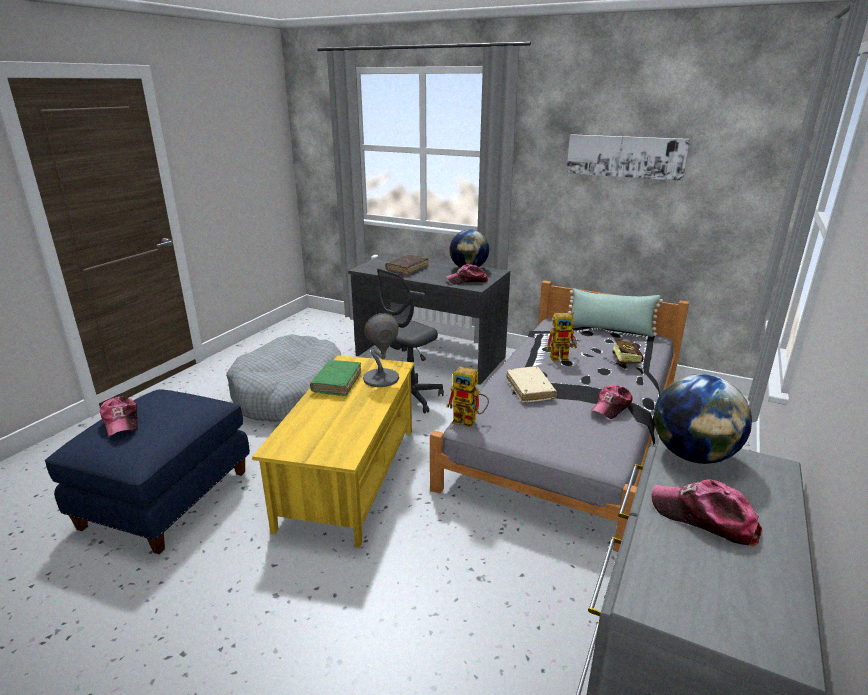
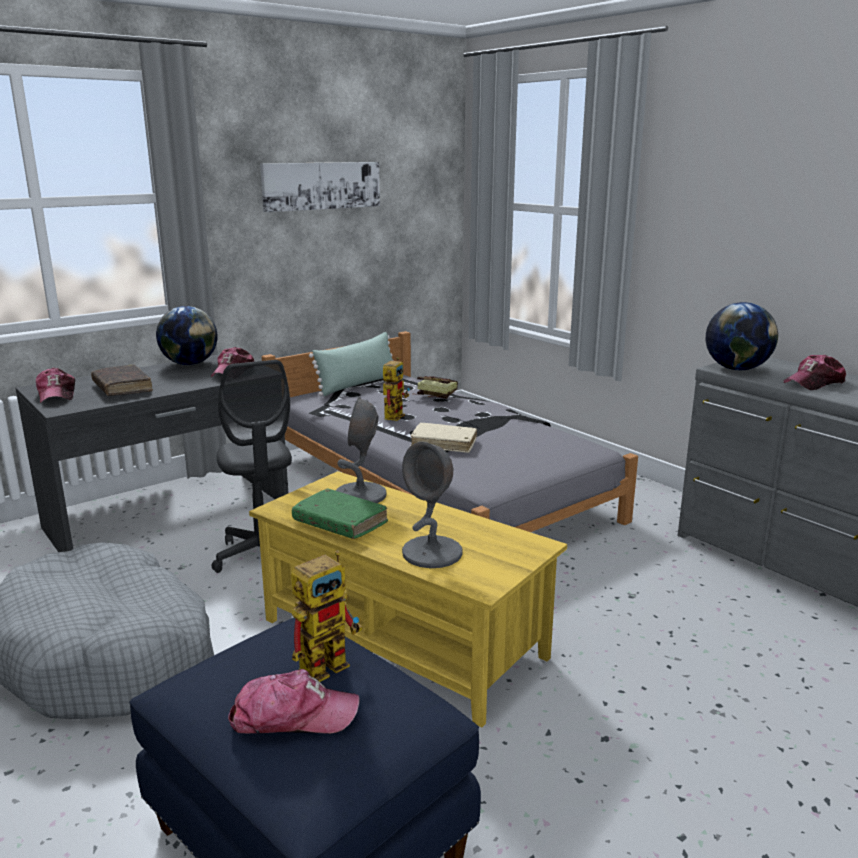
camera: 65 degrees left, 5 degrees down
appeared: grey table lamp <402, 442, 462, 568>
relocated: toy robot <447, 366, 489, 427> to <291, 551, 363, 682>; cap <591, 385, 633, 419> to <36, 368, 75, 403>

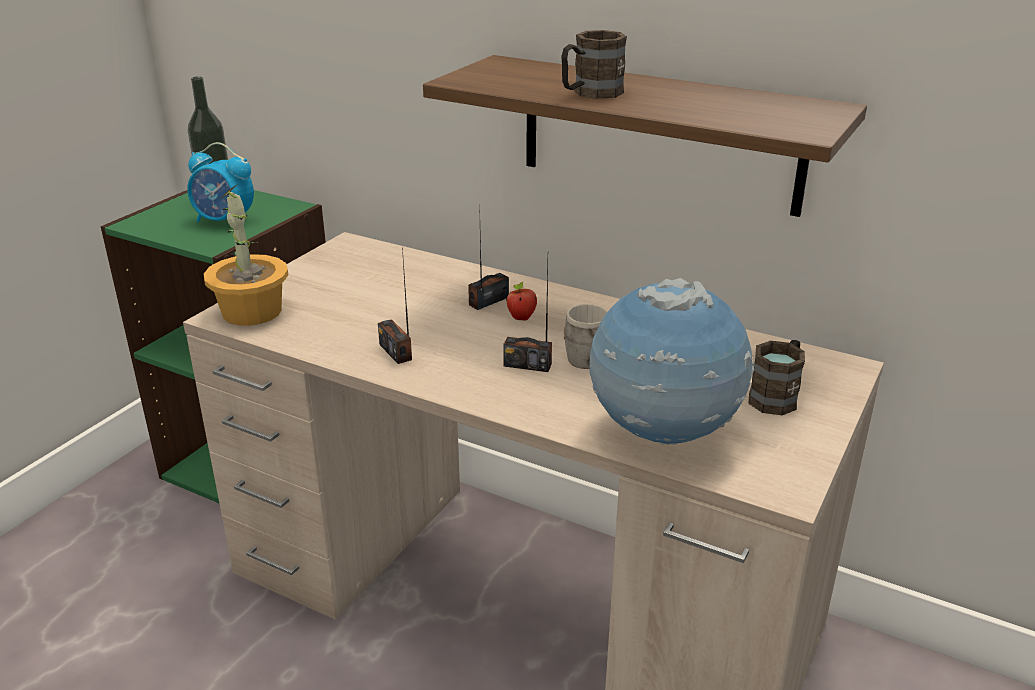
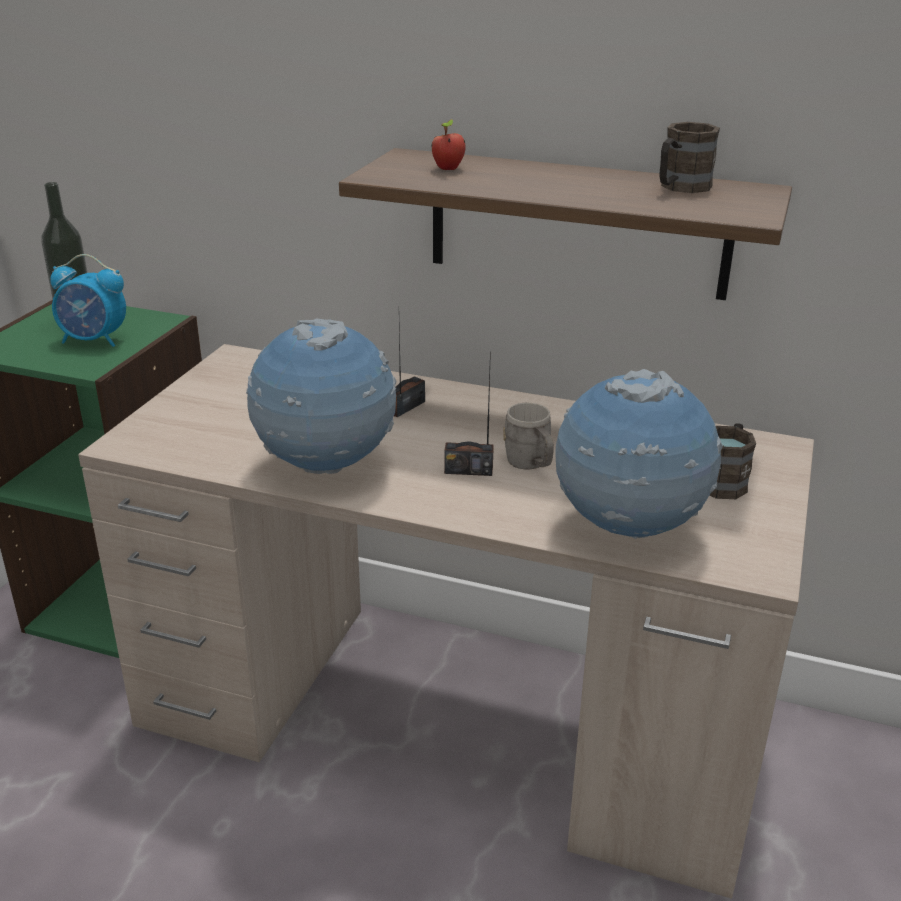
camera: 10 degrees left, 0 degrees up
missing: potted plant <204, 185, 288, 326>
relocated: brown mug <561, 30, 627, 99> to <659, 122, 720, 193>; apple <506, 282, 537, 321> to <431, 119, 465, 170>
exchanged: radio <378, 246, 412, 364> to globe <246, 318, 396, 474>

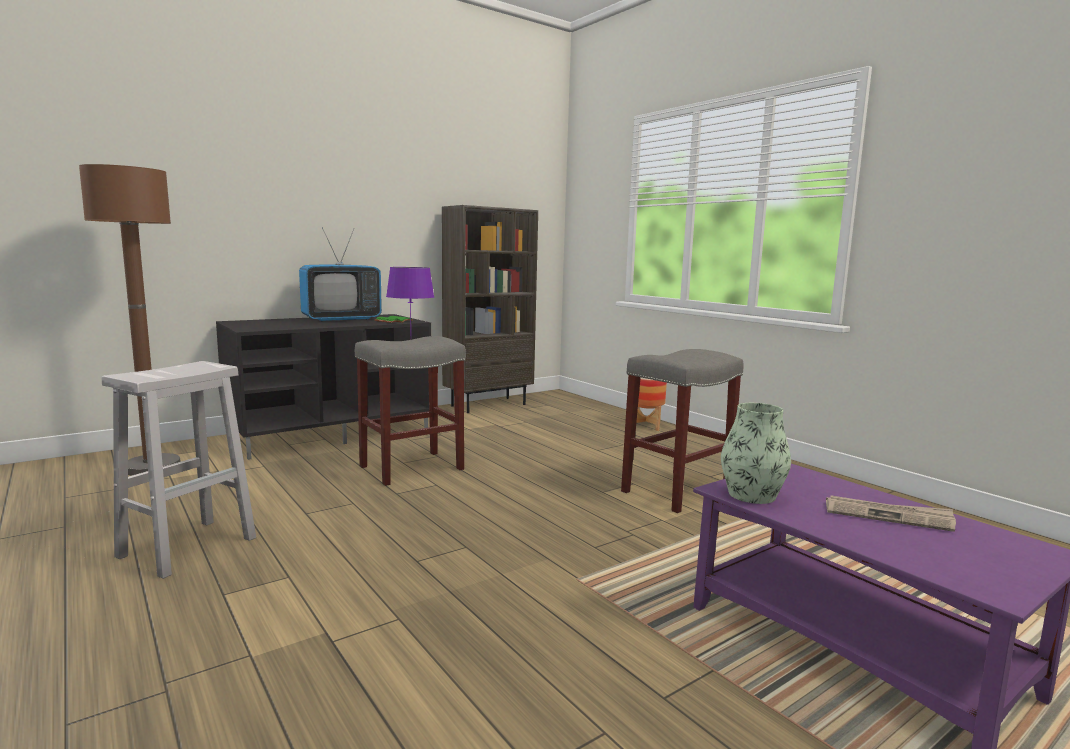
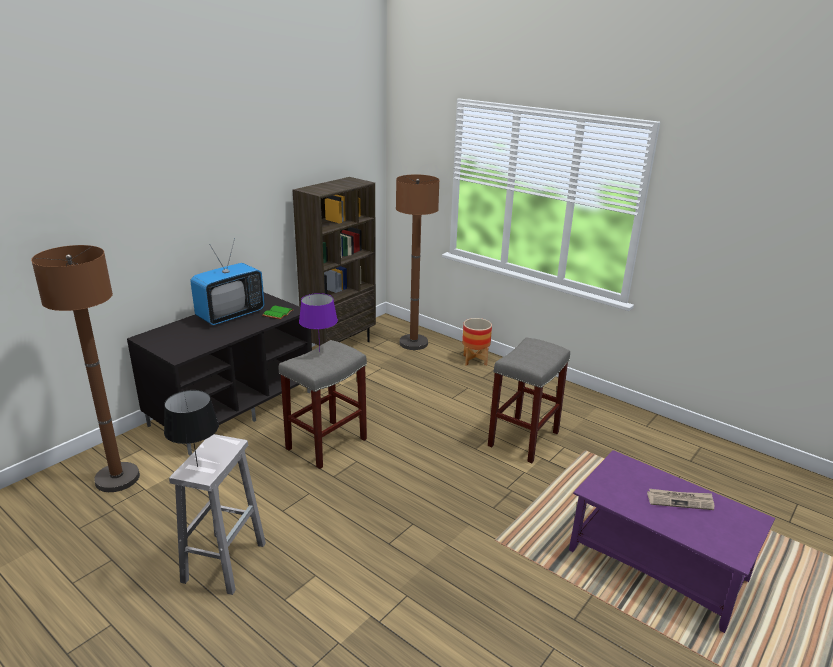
camera: 15 degrees left, 15 degrees up
missing: vase <721, 403, 791, 504>
appeared: brown floor lamp <396, 175, 439, 350>; black table lamp <164, 390, 219, 467>

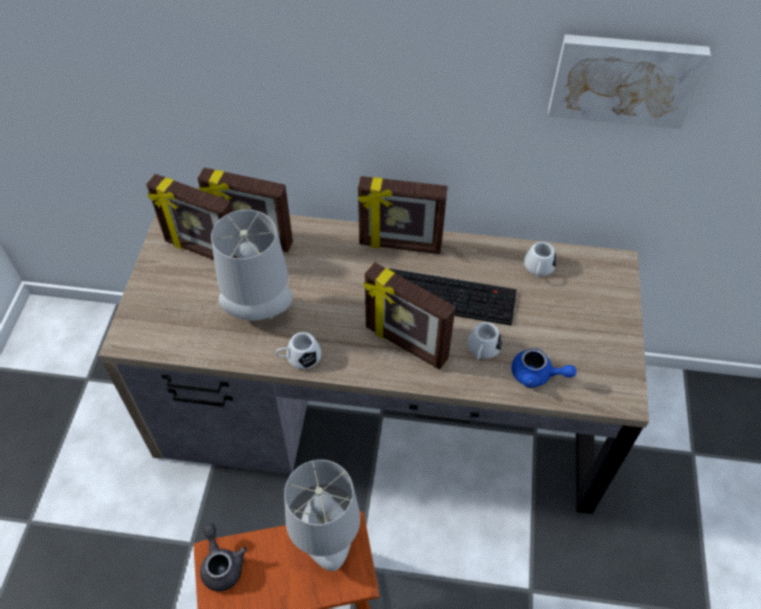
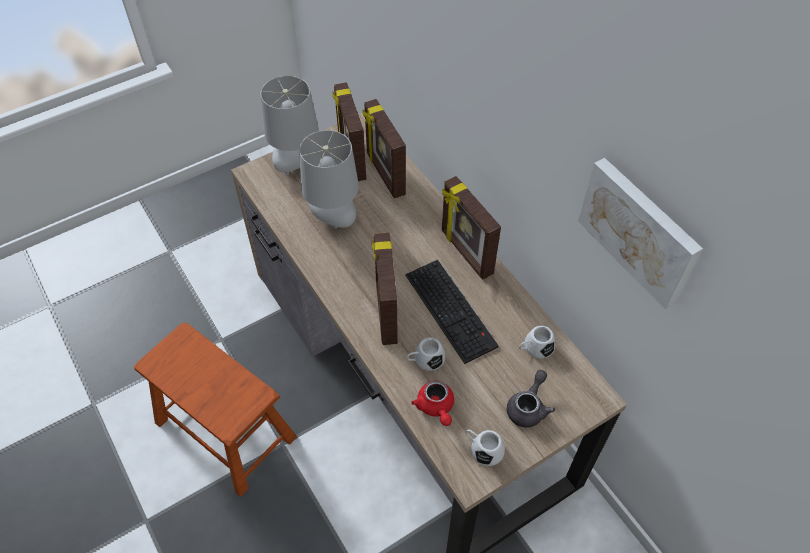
camera: 50 degrees right, 0 degrees up
relocated: white mug <276, 332, 321, 369> to <466, 429, 505, 466>; grey table lamp <284, 460, 360, 571> to <260, 76, 319, 176>; grey teapot <200, 523, 247, 591> to <507, 370, 555, 428>
colour: blue teapot <511, 348, 576, 388> to red teapot <411, 380, 454, 426>

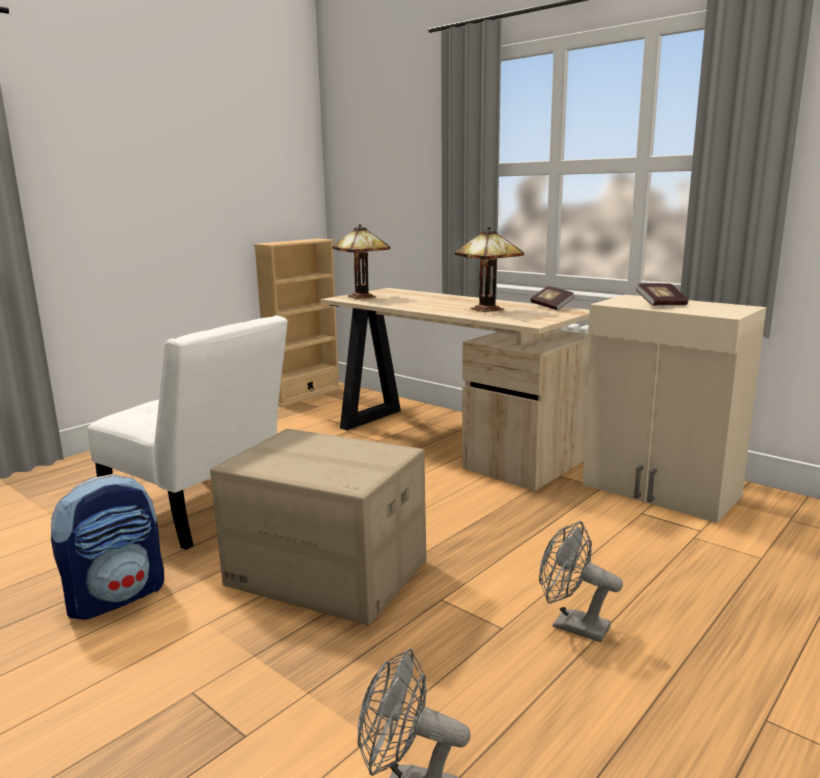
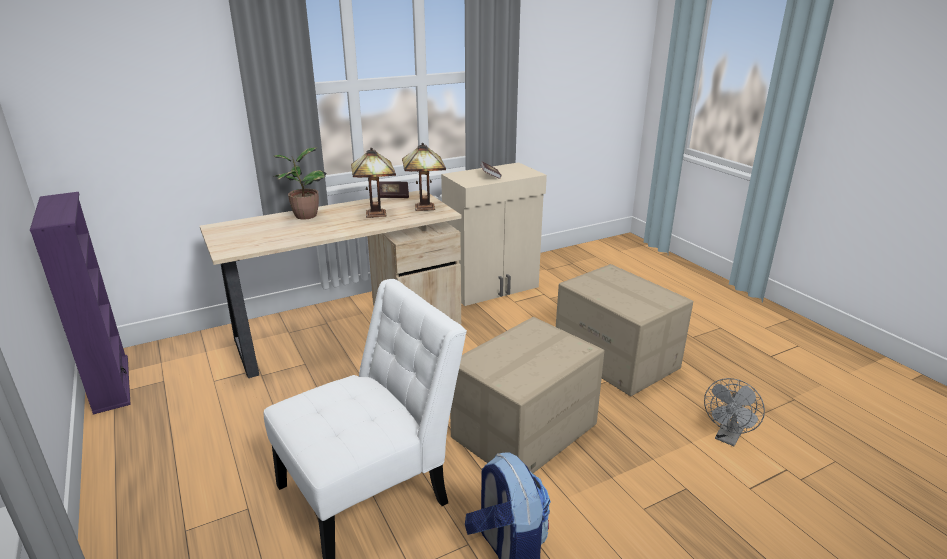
camera: 70 degrees left, 10 degrees up
appeared: potted plant <274, 147, 326, 219>
relocated: table lamp <332, 224, 390, 299> to <402, 143, 446, 211>
exchanged: grey fan <539, 521, 623, 642> to cardboard box <556, 264, 693, 396>
colour: beige bookcase <253, 239, 341, 407> to purple bookcase <30, 192, 131, 414>

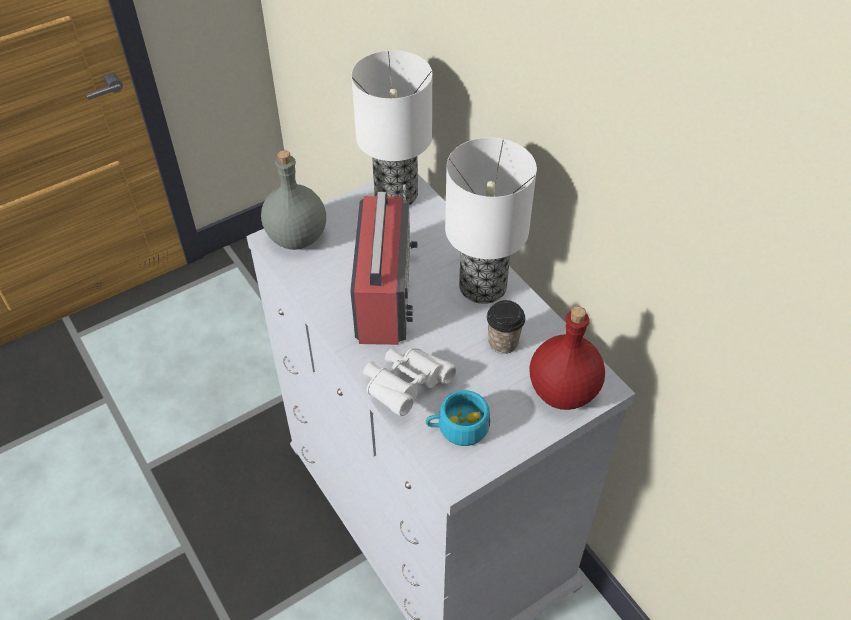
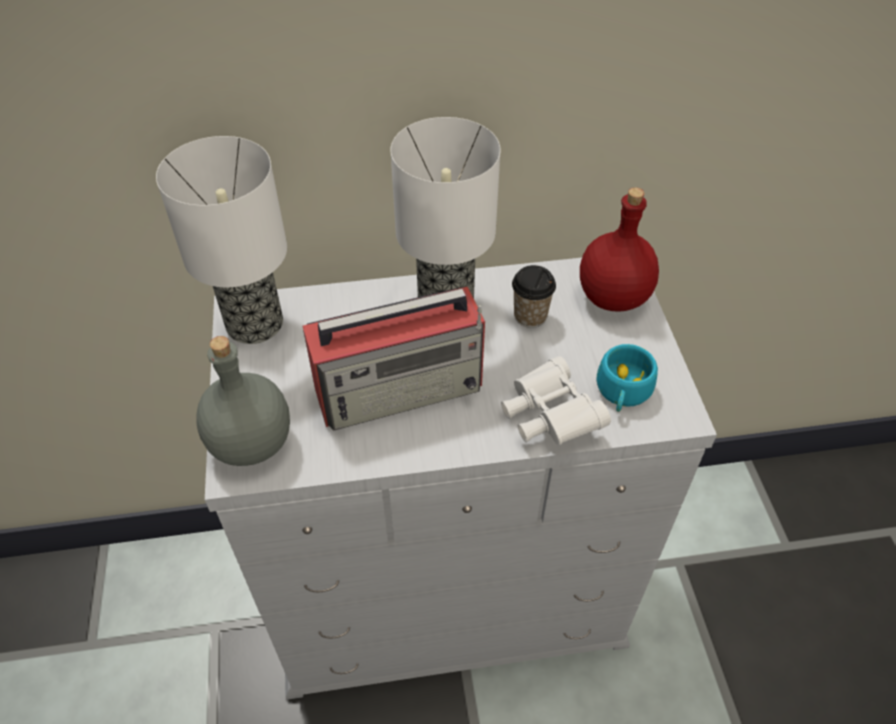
camera: 65 degrees left, 0 degrees up
spun: radio <350, 184, 417, 345> = <303, 287, 485, 430> 135 degrees clockwise

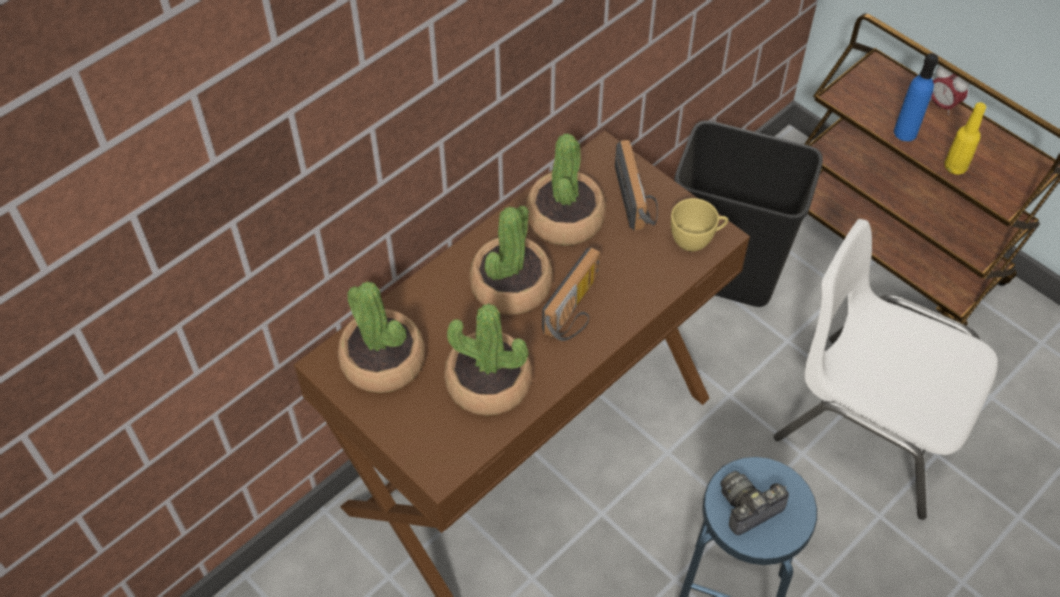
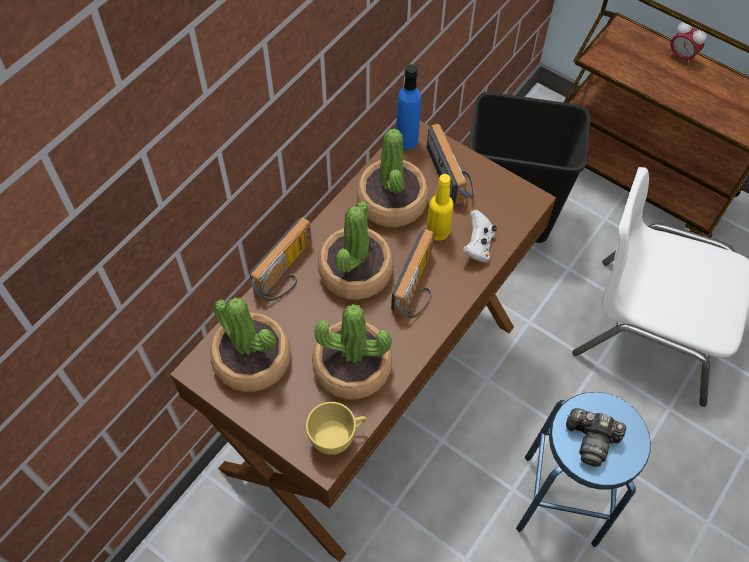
camera: 10 degrees left, 5 degrees up
appeared: white game controller <462, 210, 497, 263>; radio <250, 217, 312, 301>
relocated: blue bottle <894, 53, 938, 141> to <396, 64, 421, 150>; yellow bottle <944, 102, 986, 175> to <426, 174, 454, 241>; yellow cup <671, 198, 728, 252> to <306, 402, 367, 455>
spun: photo camera <720, 471, 789, 535> = <566, 408, 626, 467> 120 degrees counterclockwise

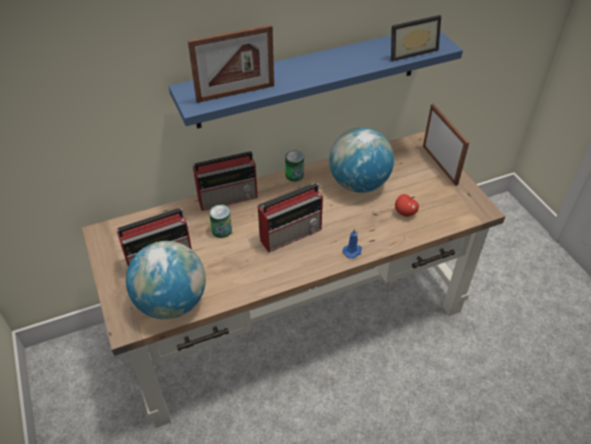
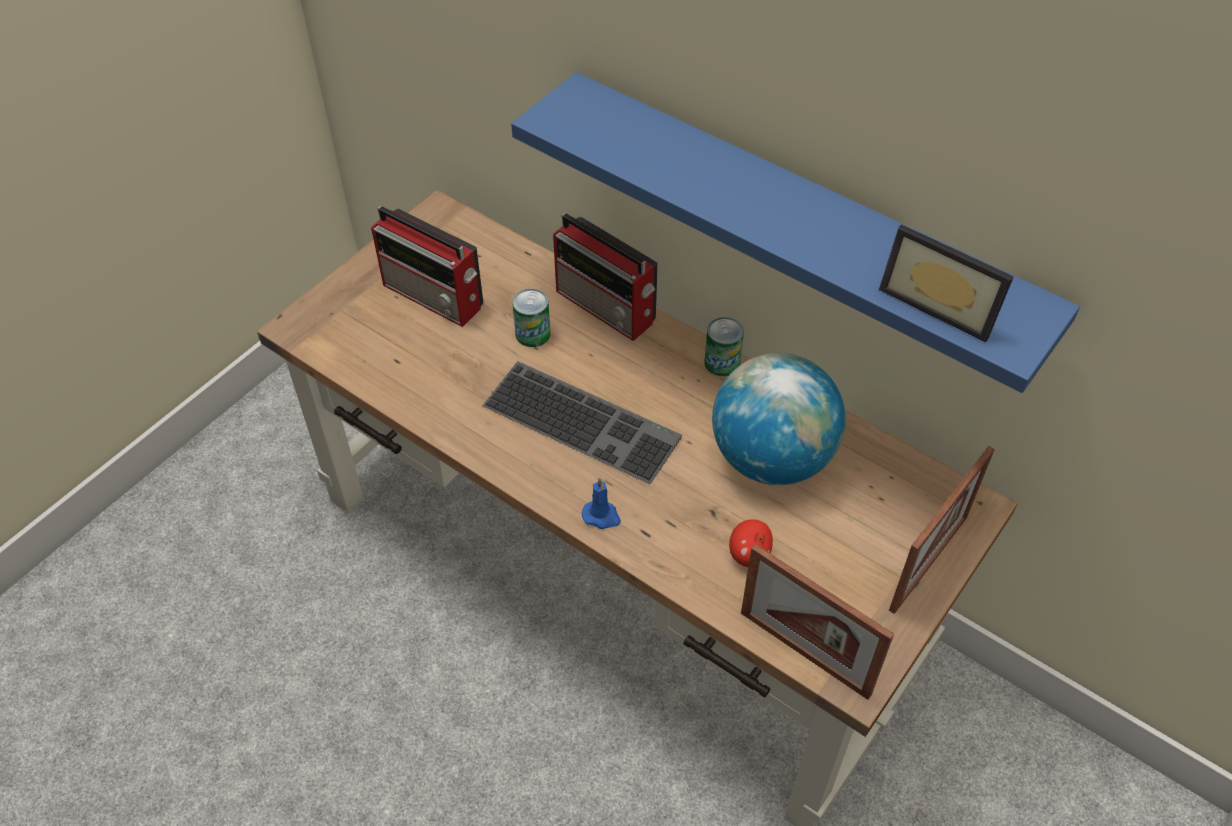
camera: 60 degrees right, 5 degrees up
missing: globe <126, 241, 206, 319>
relocated: picture frame <188, 25, 274, 103> to <741, 544, 894, 700>
exchanged: radio <258, 183, 323, 252> to keyboard <482, 361, 682, 484>

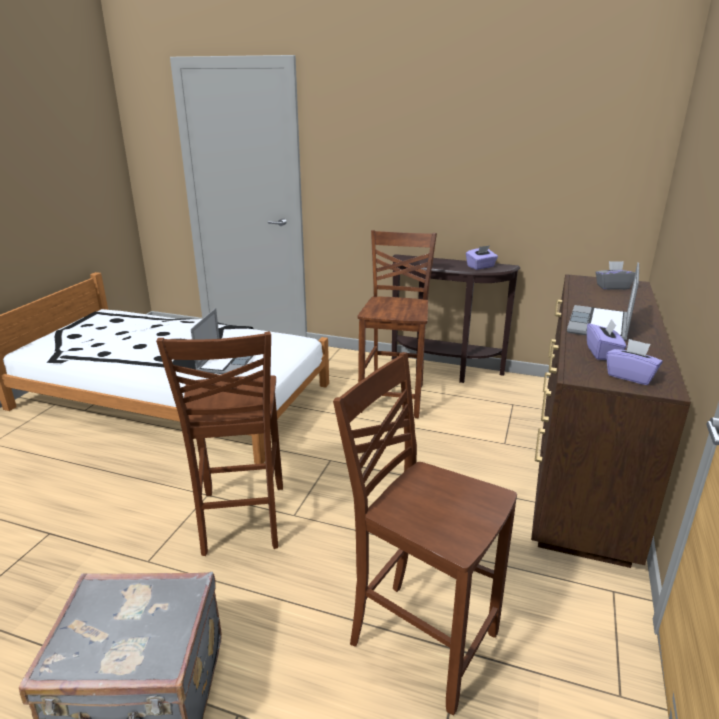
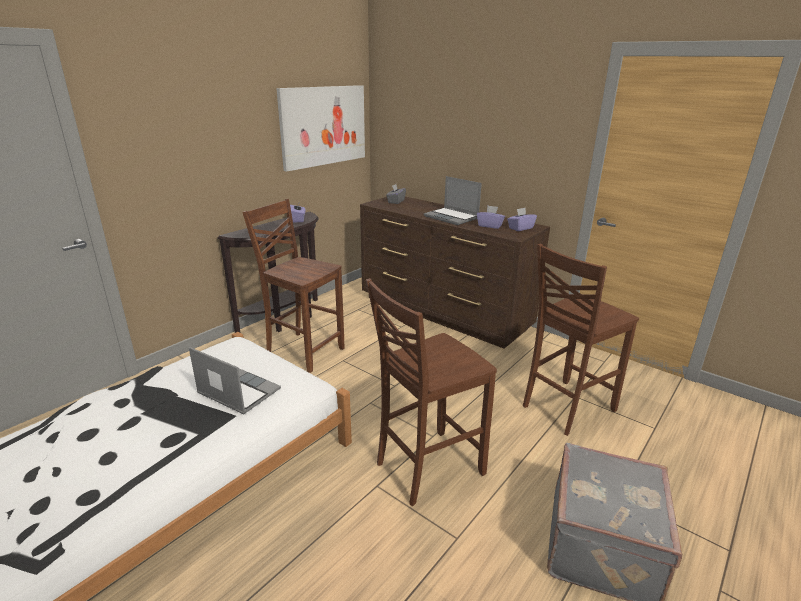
camera: 70 degrees left, 0 degrees up
appeared: picture <276, 85, 365, 172>
spun: brown chair <156, 332, 283, 556> = <366, 278, 497, 506> 135 degrees clockwise

